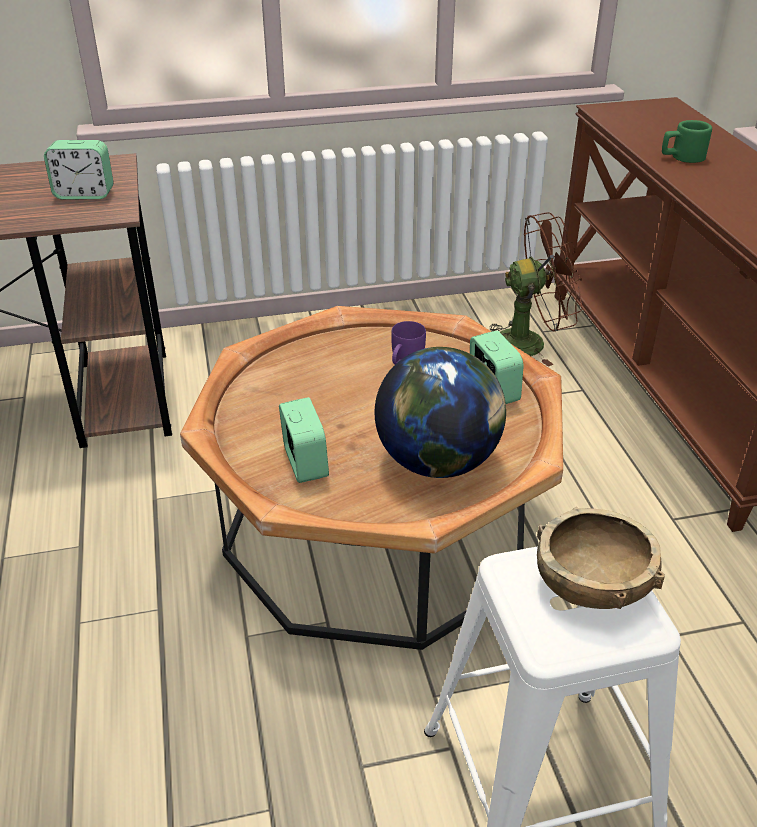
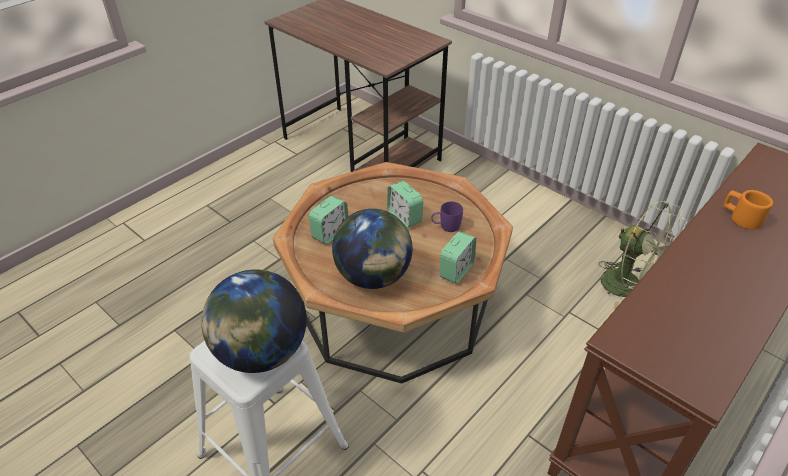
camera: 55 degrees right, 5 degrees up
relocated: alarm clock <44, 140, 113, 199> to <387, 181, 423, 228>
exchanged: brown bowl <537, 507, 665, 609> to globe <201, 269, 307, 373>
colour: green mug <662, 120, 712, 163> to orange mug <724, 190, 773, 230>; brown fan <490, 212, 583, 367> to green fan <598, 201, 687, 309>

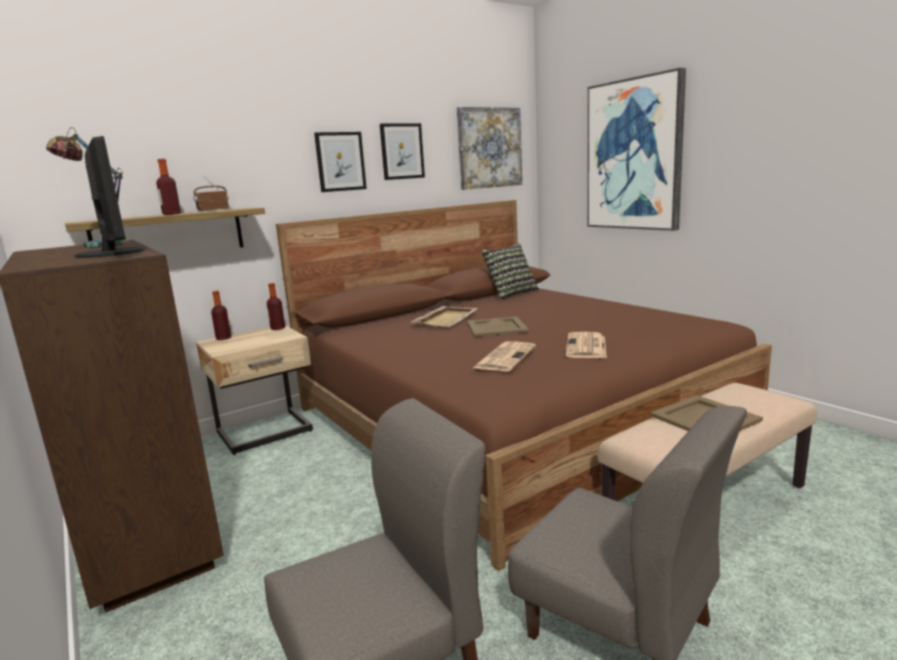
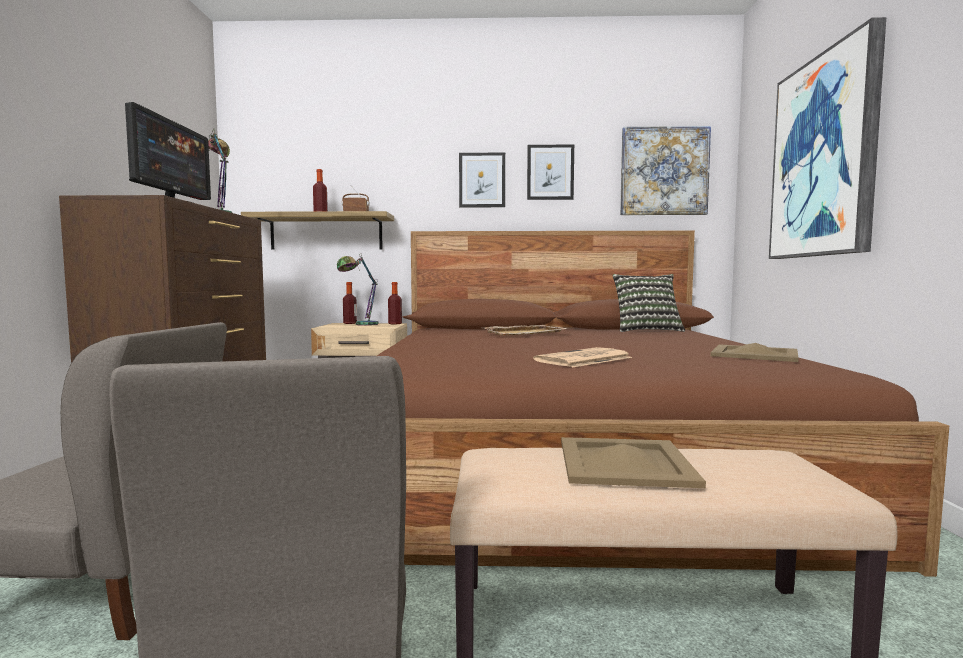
camera: 35 degrees right, 10 degrees down
missing: newspaper <473, 342, 536, 371>
appeared: table lamp <337, 253, 378, 326>
relocated: beige tray <467, 317, 529, 337> to <710, 343, 799, 362>

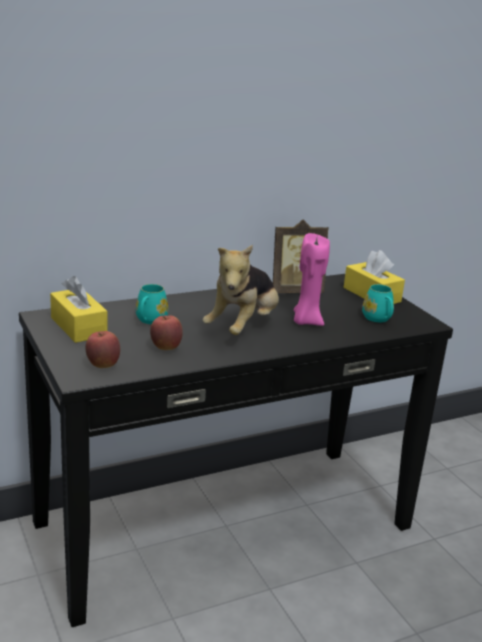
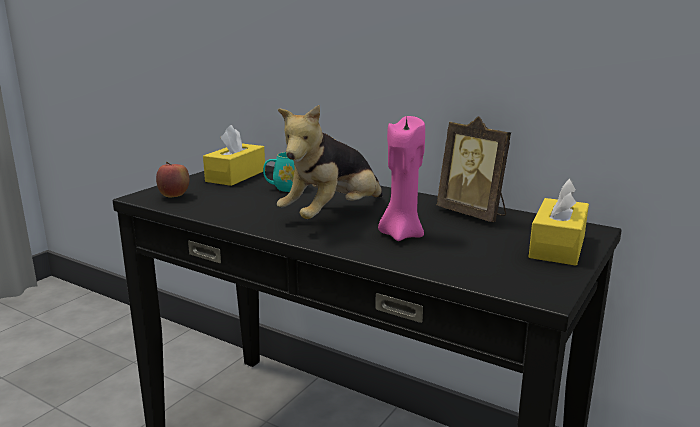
camera: 60 degrees right, 5 degrees down
missing: turquoise mug <362, 284, 394, 322>; apple <150, 316, 183, 350>
spun: plush toy <202, 245, 279, 335> = <277, 105, 383, 219> 45 degrees counterclockwise

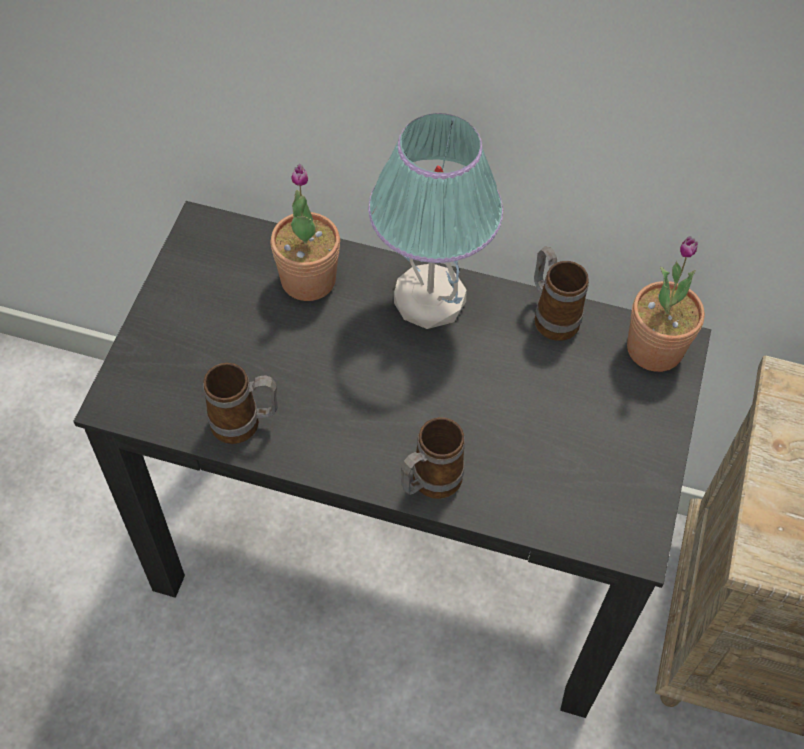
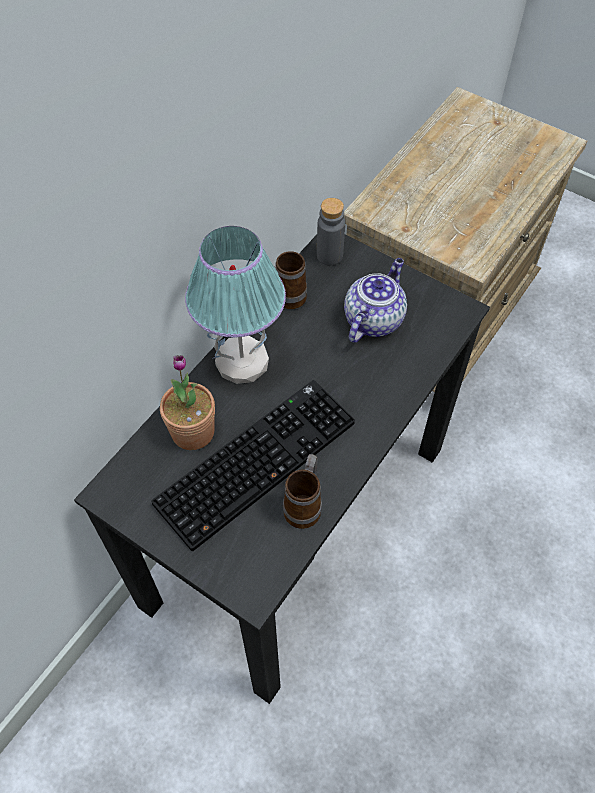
camera: 70 degrees left, 0 degrees up
missing: mug <401, 417, 465, 499>
appeared: teapot <344, 258, 407, 343>; keyboard <151, 380, 355, 551>
exchanged: potted plant <627, 236, 705, 372> to grey bottle <317, 198, 345, 265>

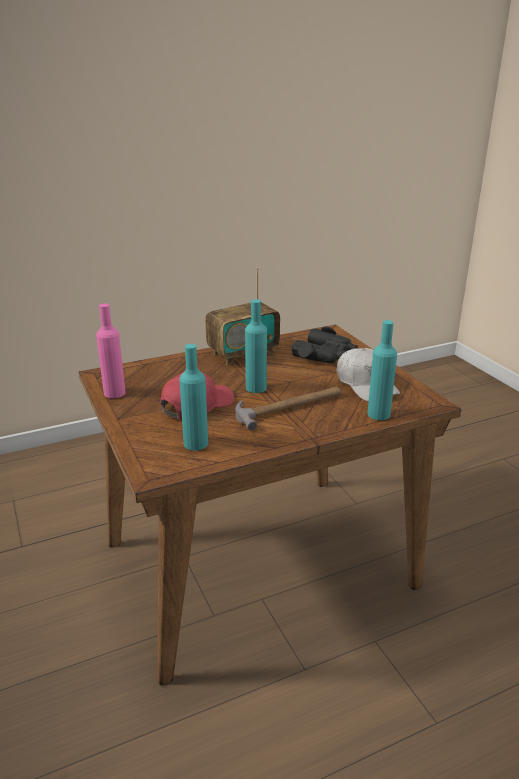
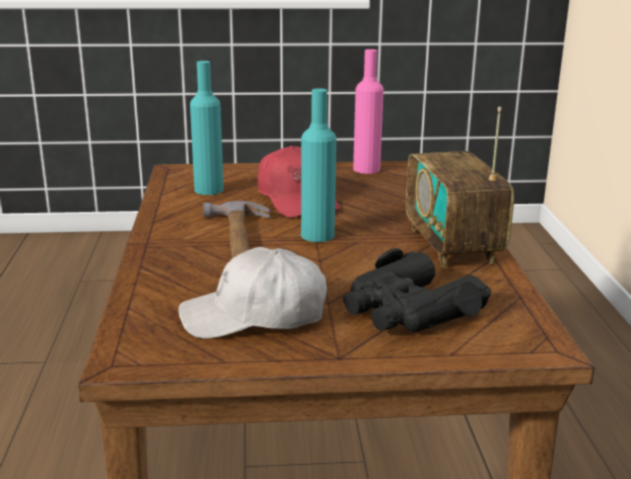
camera: 110 degrees right, 5 degrees down
missing: turquoise bottle <368, 320, 397, 420>

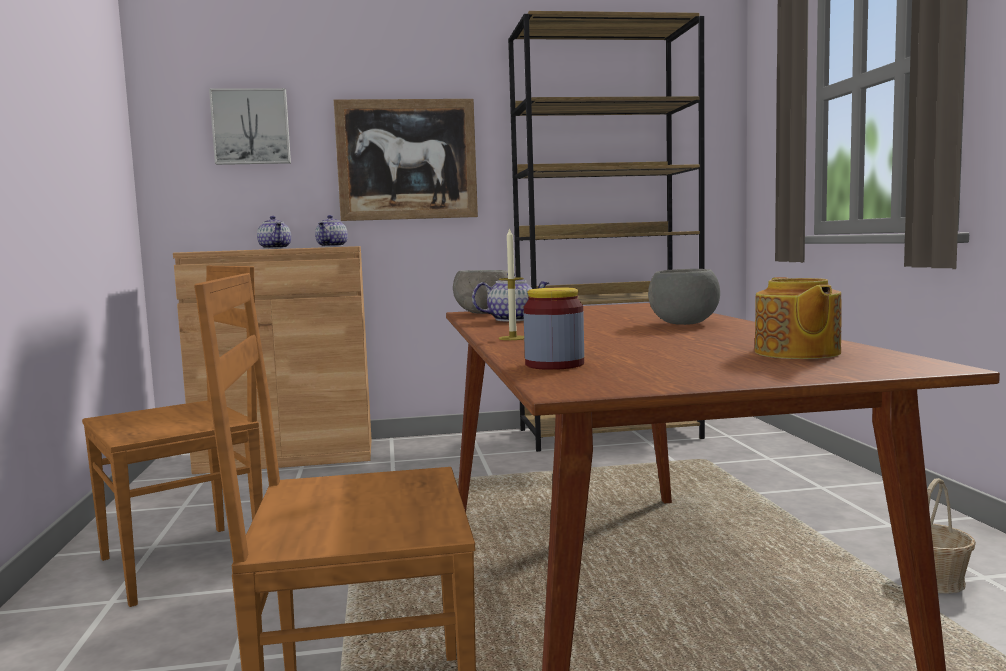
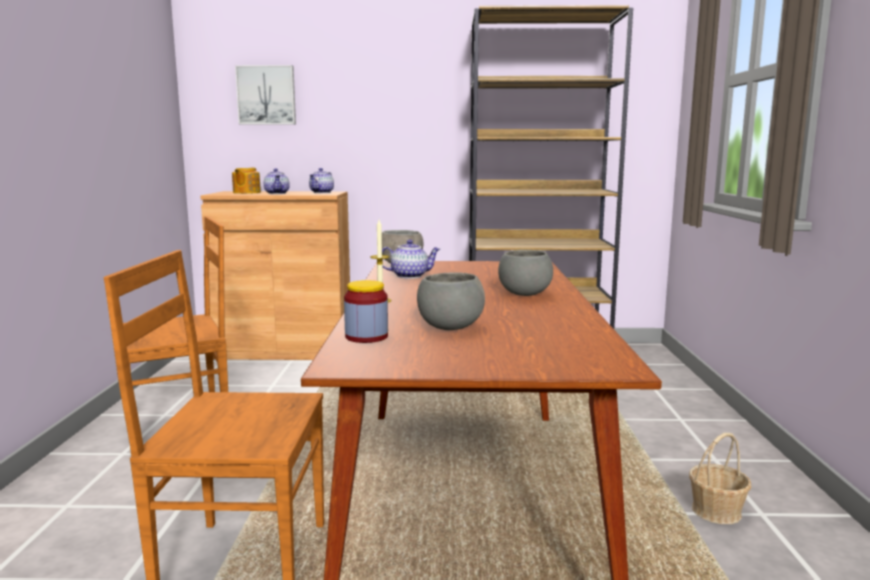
camera: 10 degrees right, 5 degrees up
missing: picture <334, 99, 478, 221>
appeared: grey bowl <417, 272, 485, 330>
relocated: teapot <755, 277, 842, 359> to <232, 168, 261, 194>

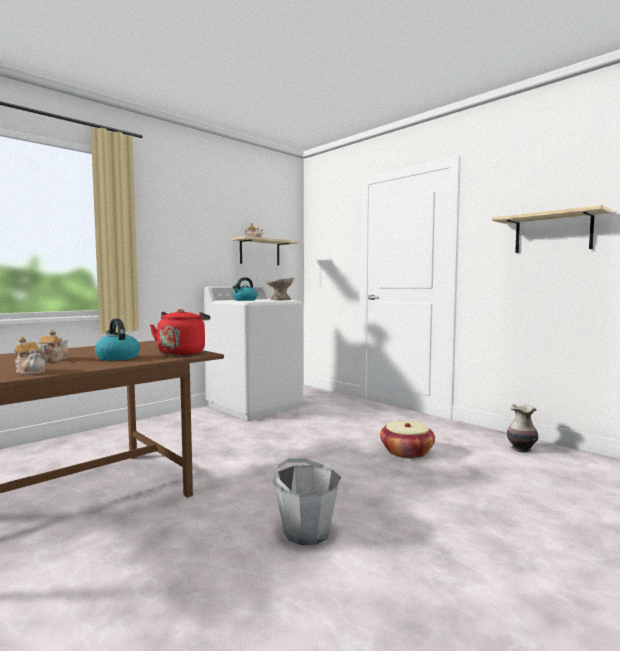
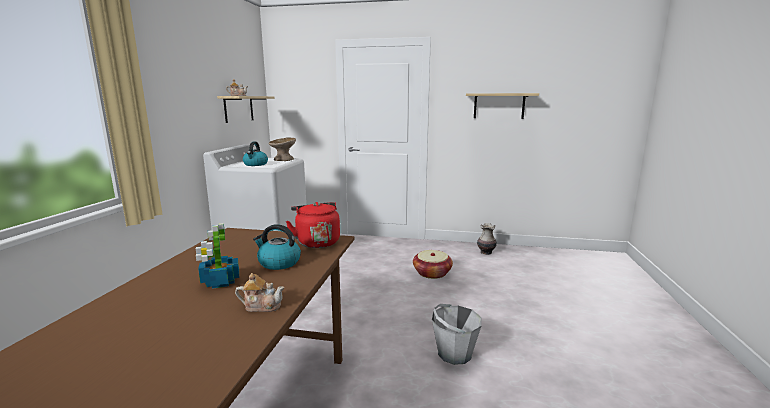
camera: 35 degrees left, 10 degrees up
exchanged: teapot <38, 330, 69, 362> to potted plant <196, 223, 239, 289>

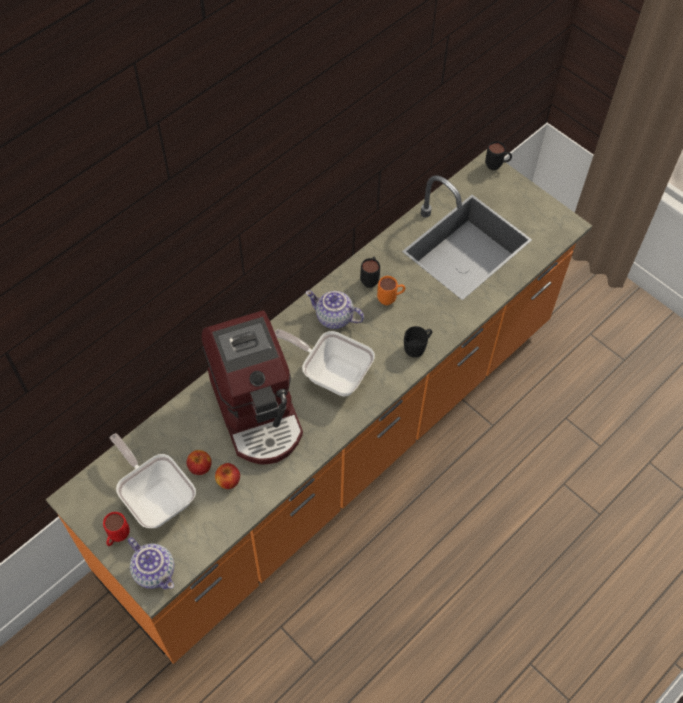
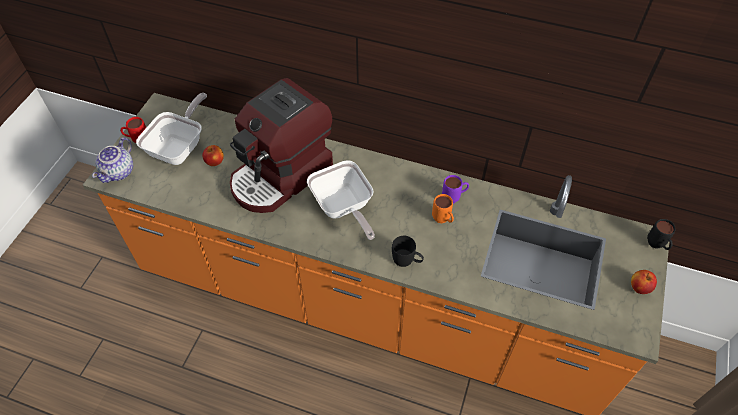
camera: 65 degrees right, 5 degrees down
missing: teapot <306, 290, 364, 329>
relocated: apple <215, 463, 240, 489> to <631, 270, 657, 294>
colour: black mug <360, 256, 380, 288> to purple mug <442, 175, 469, 204>
spun: frying pan <275, 329, 375, 397> = <307, 160, 375, 240> 150 degrees clockwise

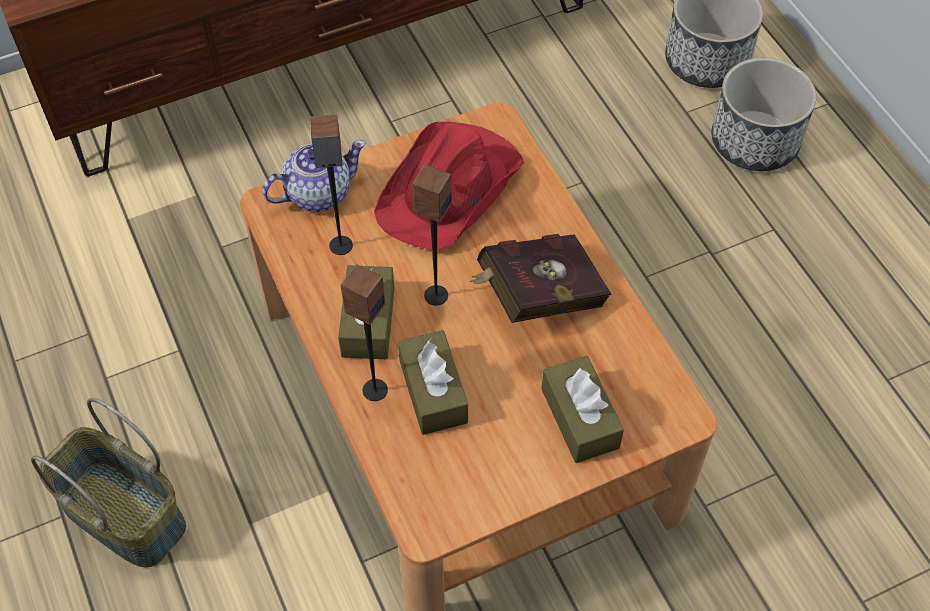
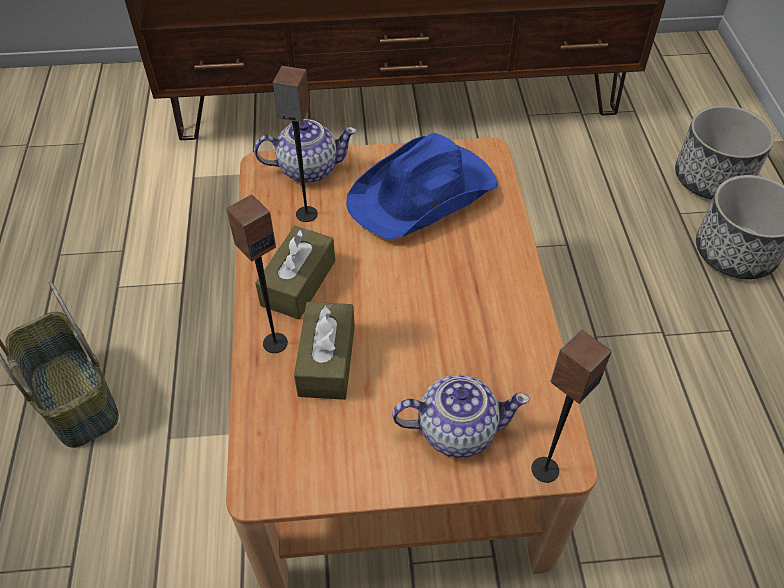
camera: 20 degrees right, 5 degrees down
missing: red book <470, 234, 612, 323>
relocated: speaker <412, 164, 452, 306> to <531, 330, 612, 483>
exchanged: brown tissue box <541, 356, 624, 463> to teapot <392, 374, 530, 458>
colour: red hat <374, 122, 524, 251> to blue hat <346, 133, 498, 240>

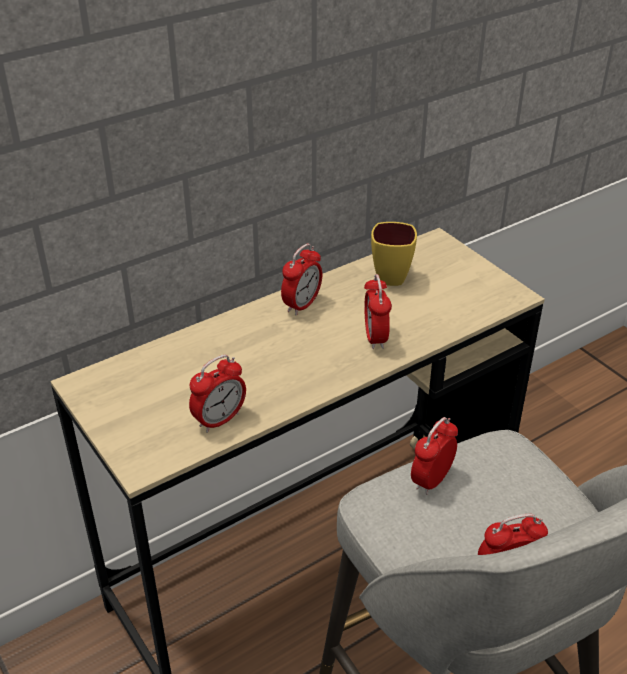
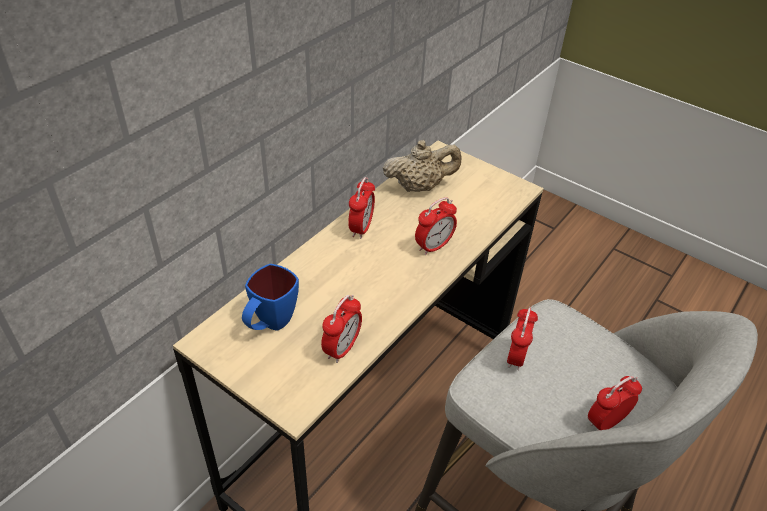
camera: 20 degrees left, 5 degrees up
appeared: blue mug <242, 264, 299, 331>
exchanged: yellow mug <371, 222, 417, 286> to beige teapot <383, 140, 461, 192>
spun: alarm clock <364, 274, 392, 349> = <415, 197, 457, 255> 105 degrees counterclockwise

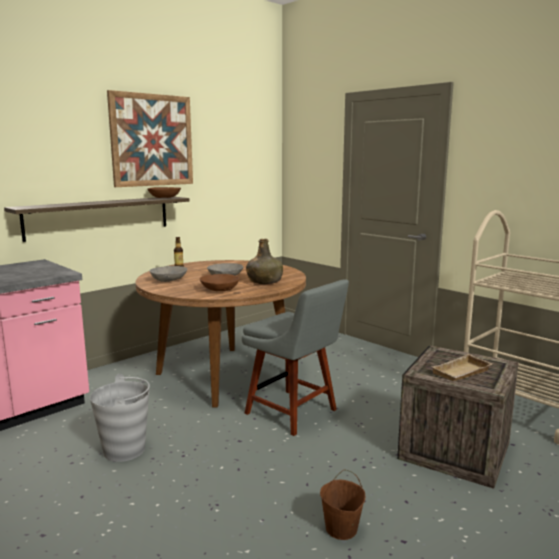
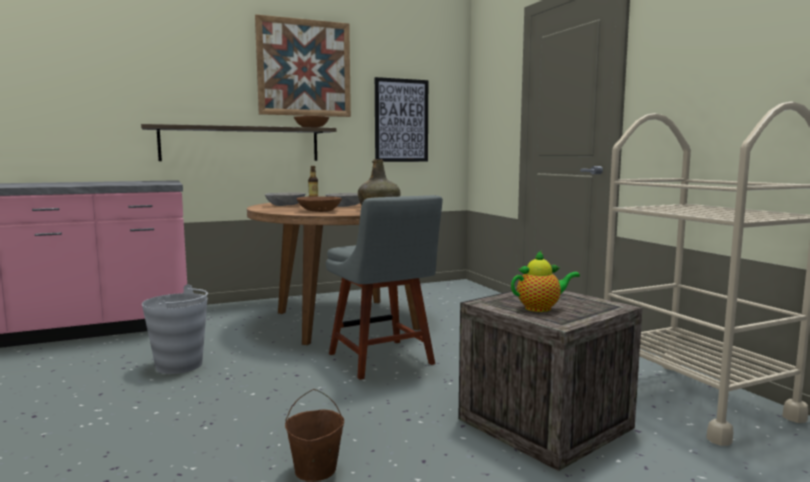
camera: 20 degrees right, 5 degrees down
appeared: picture <375, 77, 428, 162>
exchanged: beige tray <431, 354, 493, 381> to teapot <511, 250, 580, 312>

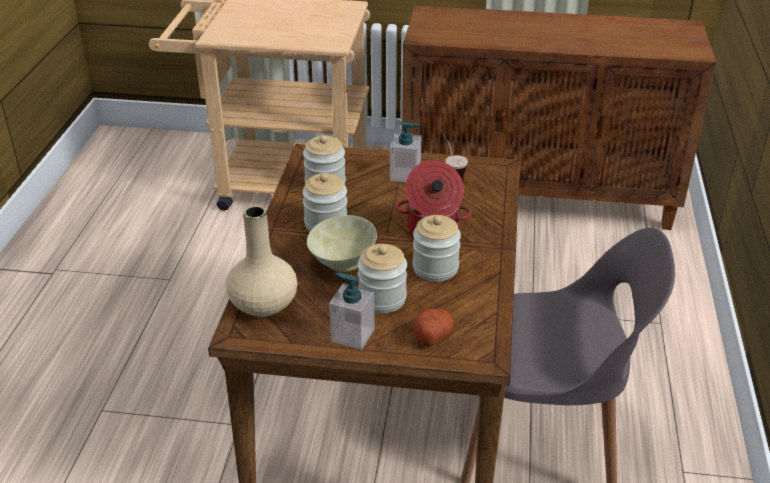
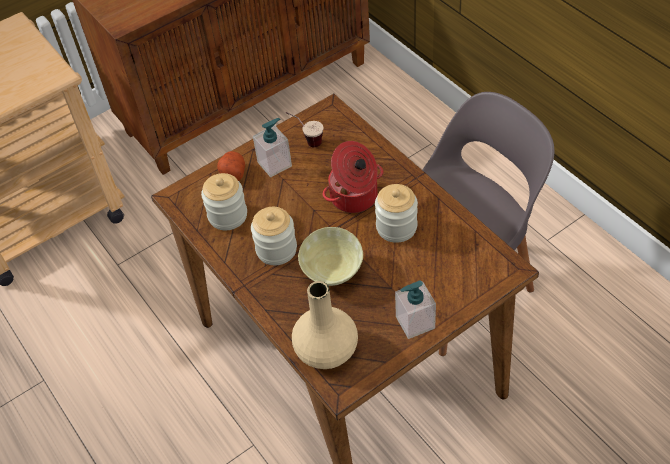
camera: 40 degrees left, 15 degrees up
missing: jar <358, 244, 407, 313>
relocated: potato <413, 309, 454, 346> to <217, 151, 245, 181>

